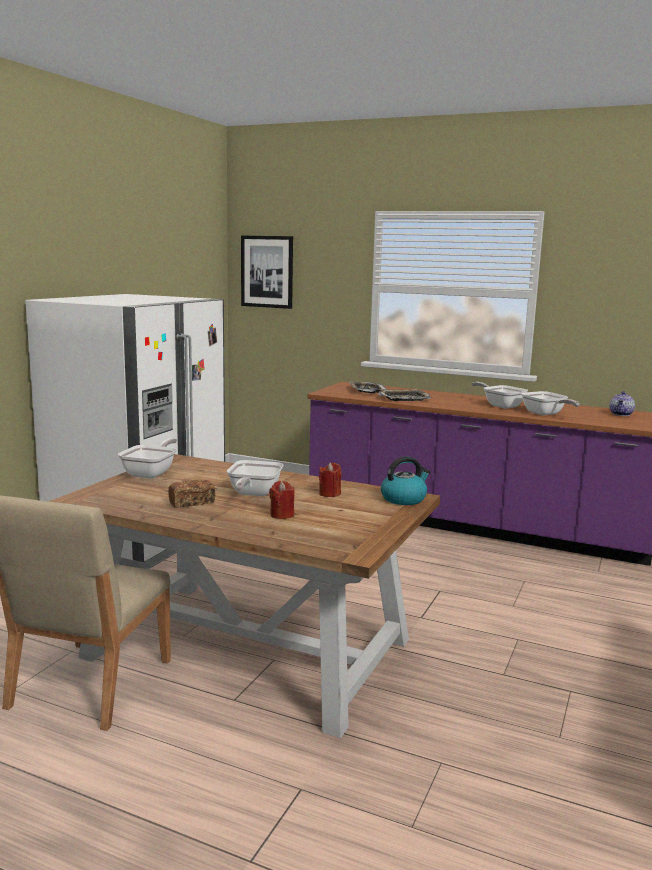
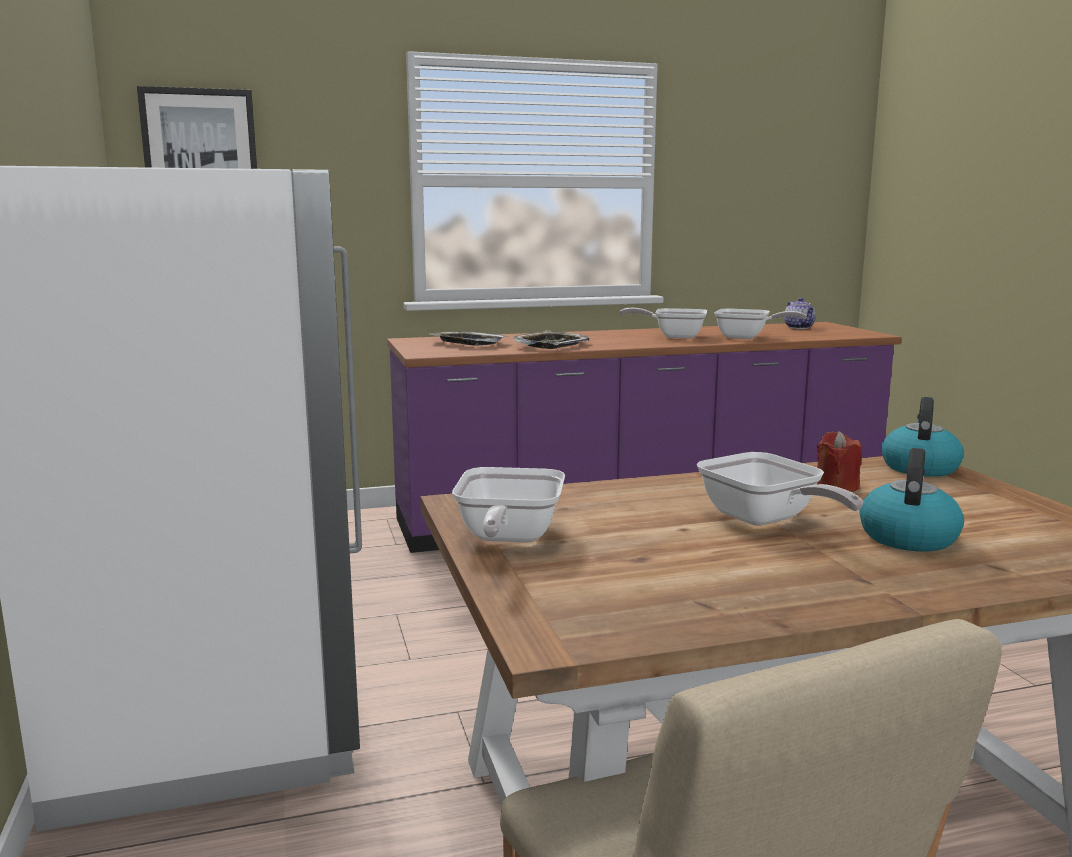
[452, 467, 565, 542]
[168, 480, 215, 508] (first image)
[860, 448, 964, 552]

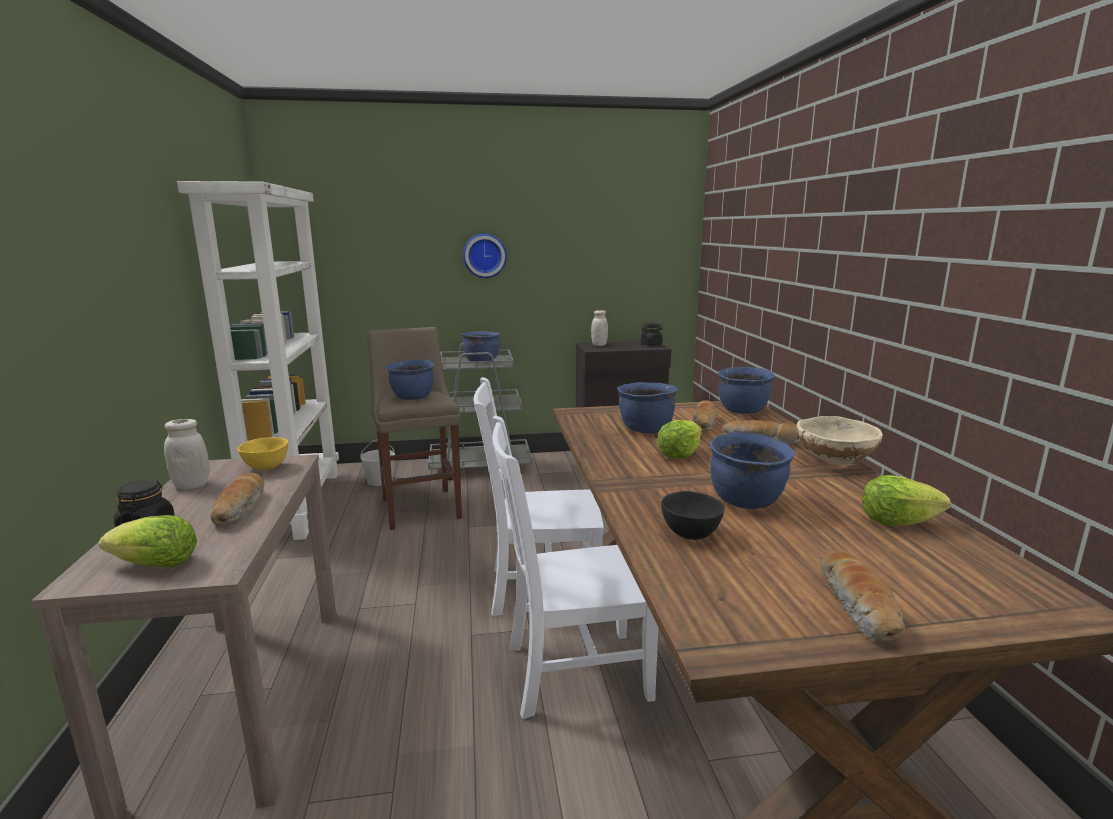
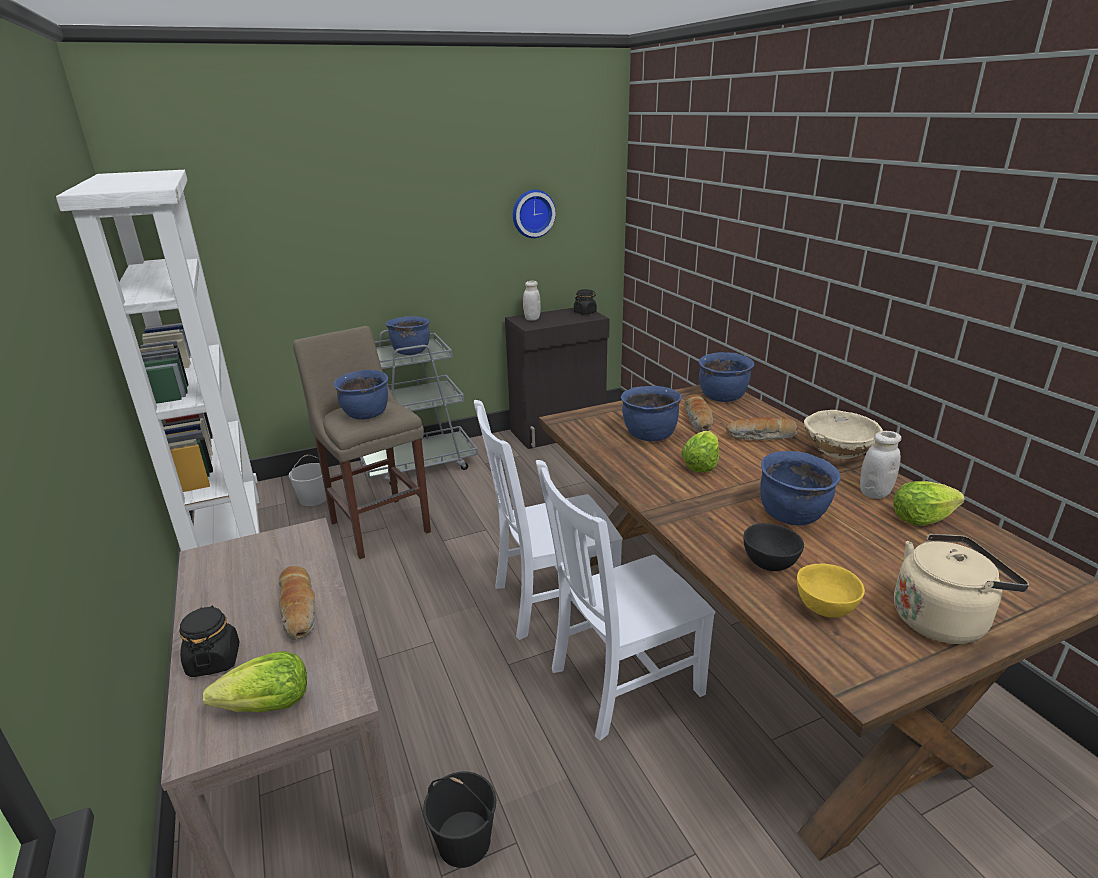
[860, 431, 901, 499]
[797, 564, 865, 618]
[513, 190, 556, 238]
[894, 534, 1029, 644]
[423, 772, 496, 868]

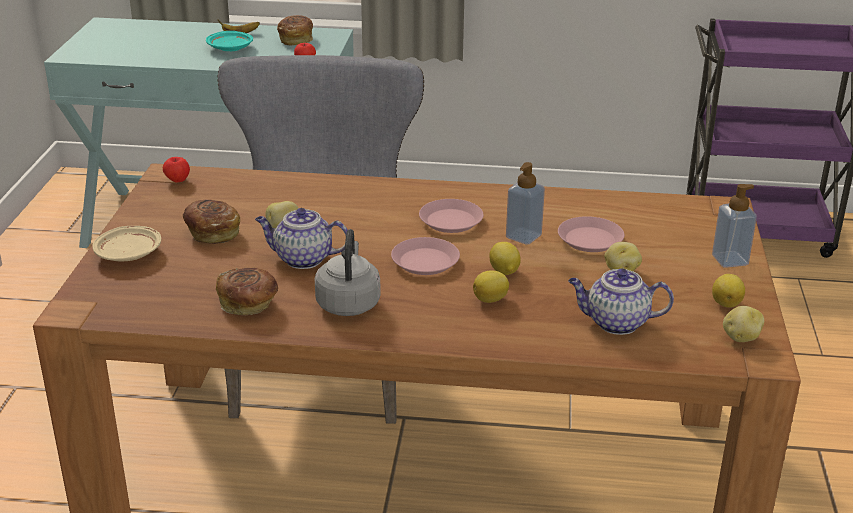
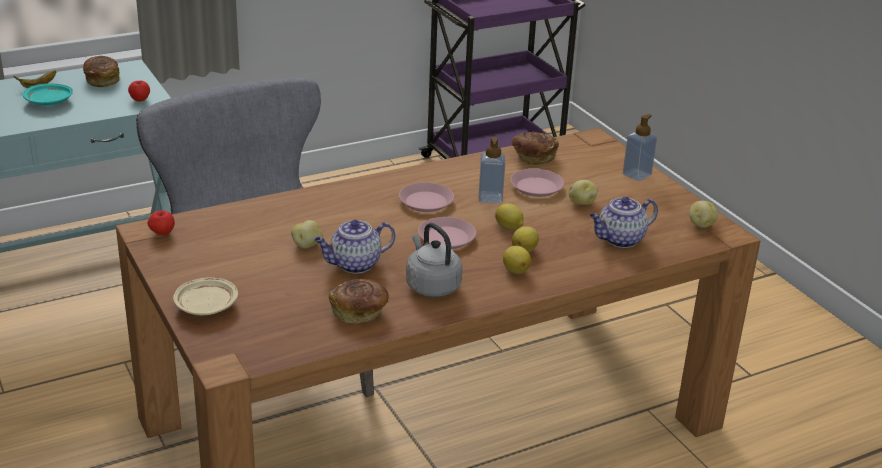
[512, 132, 559, 165]
[503, 246, 531, 274]

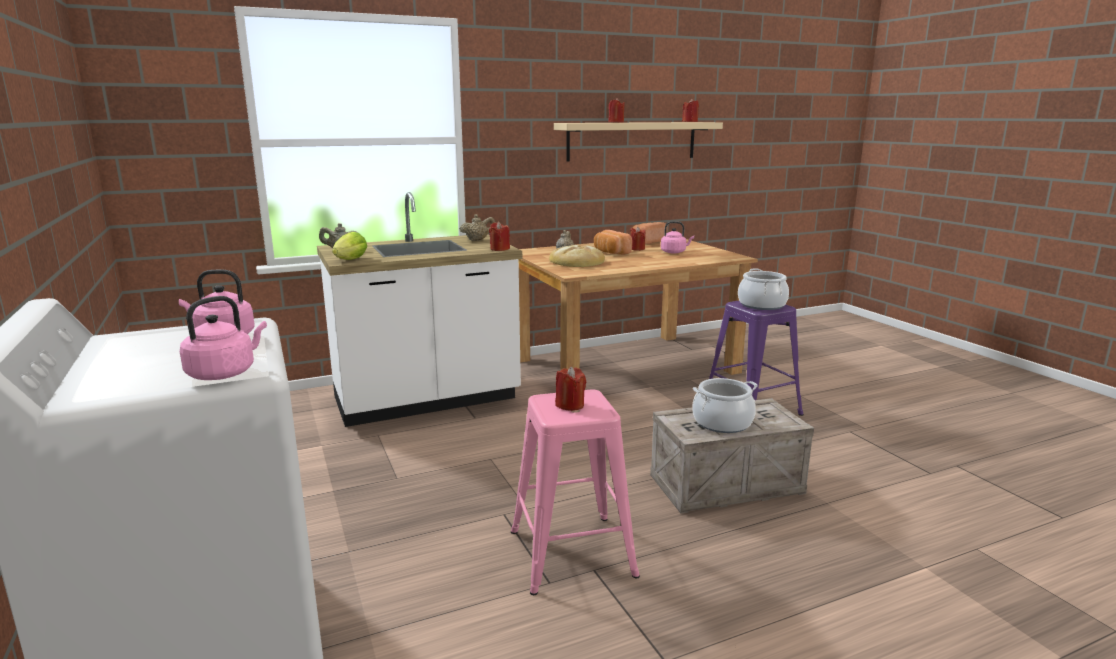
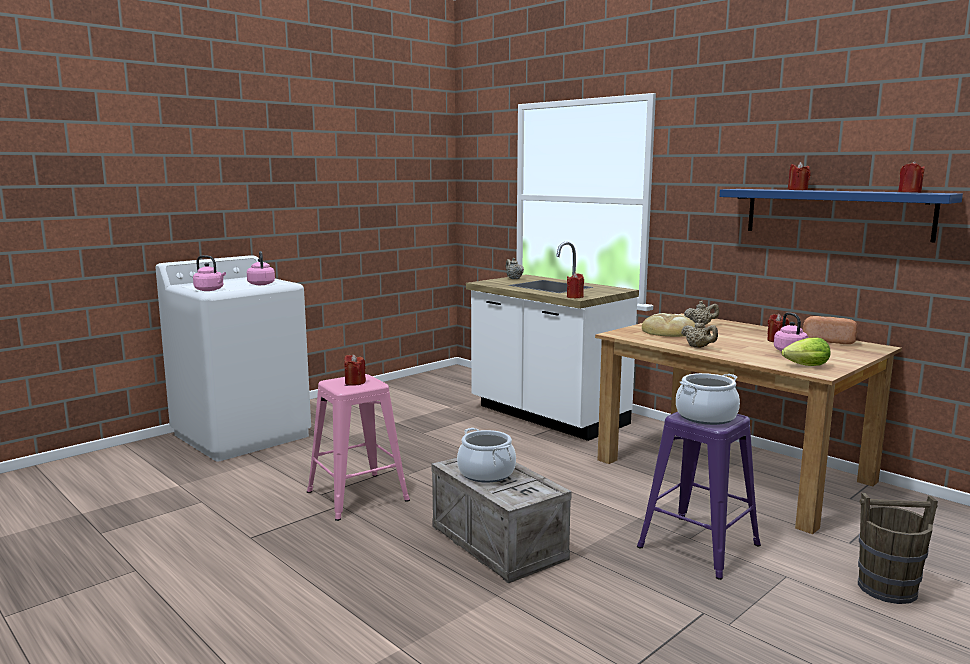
[782, 338, 830, 366]
[681, 319, 718, 348]
[719, 189, 963, 243]
[594, 230, 632, 255] (first image)
[858, 493, 938, 604]

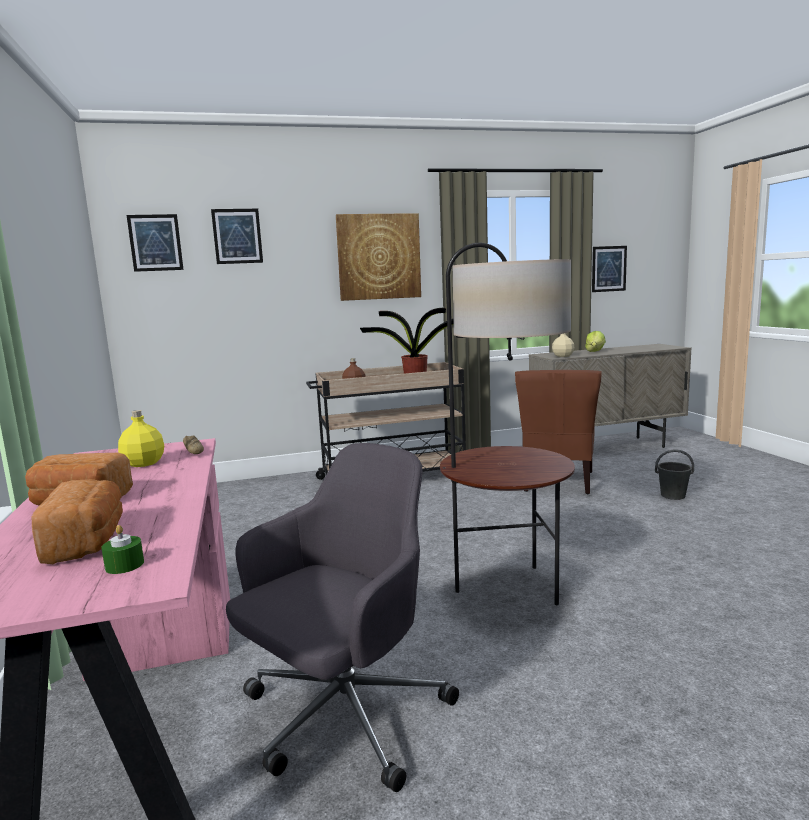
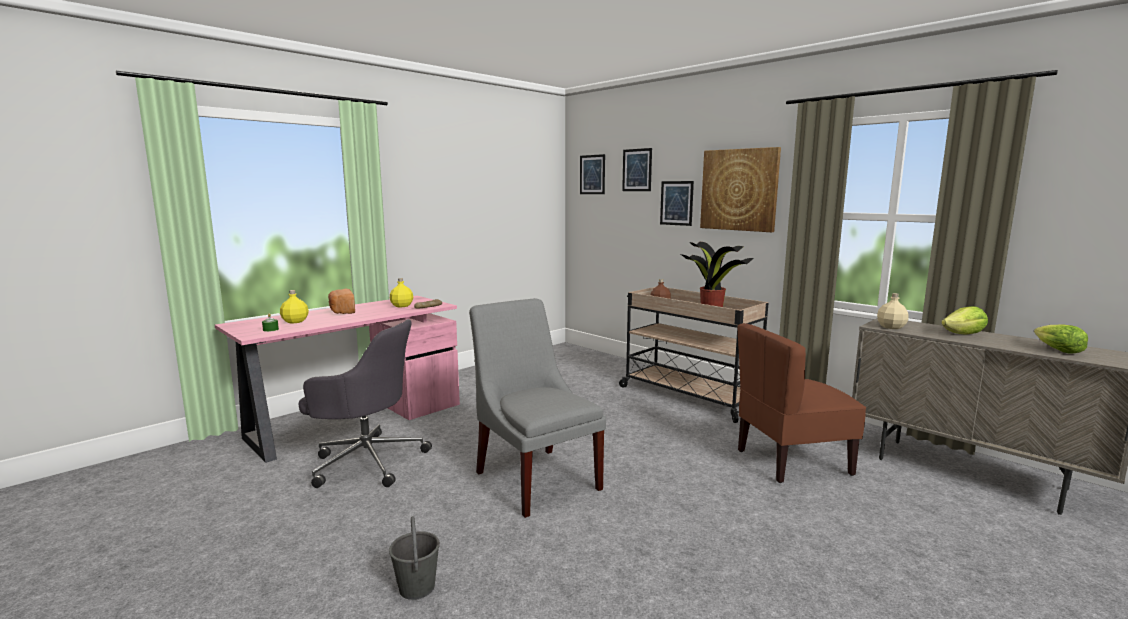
[280, 290, 309, 323]
[469, 298, 606, 518]
[660, 181, 694, 226]
[389, 516, 440, 600]
[1034, 324, 1088, 354]

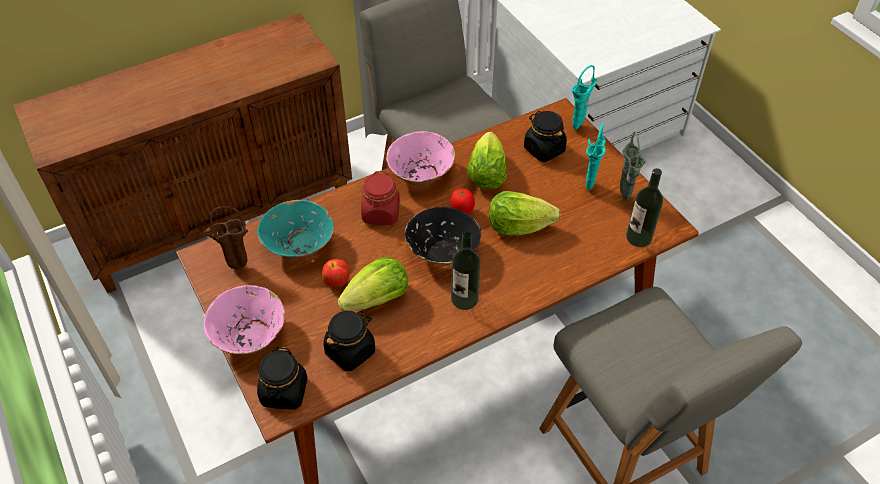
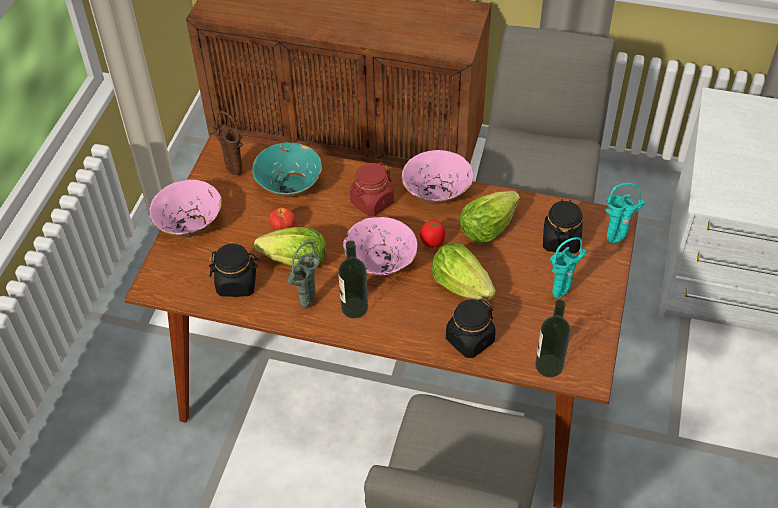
[446, 299, 496, 358]
[343, 217, 418, 275]
[287, 241, 320, 309]

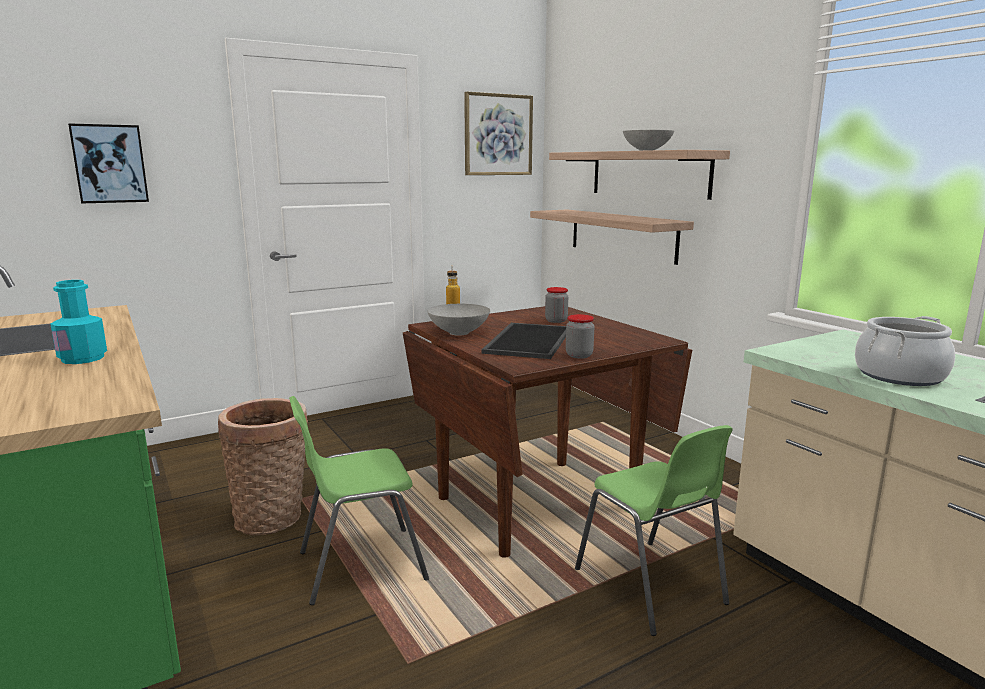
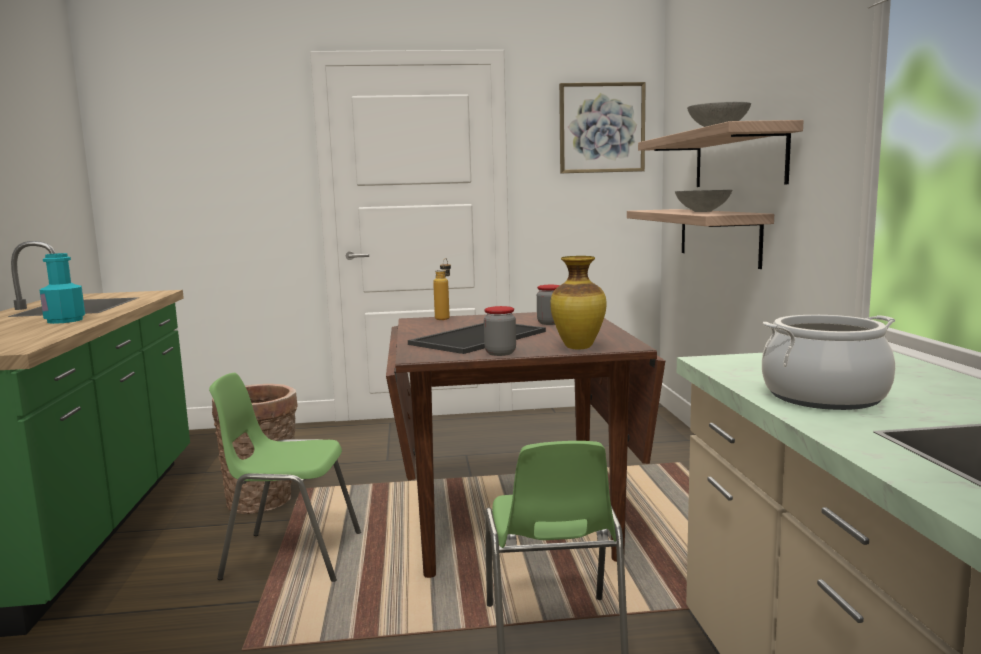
[68, 123, 149, 203] (first image)
[675, 190, 732, 212]
[550, 256, 606, 350]

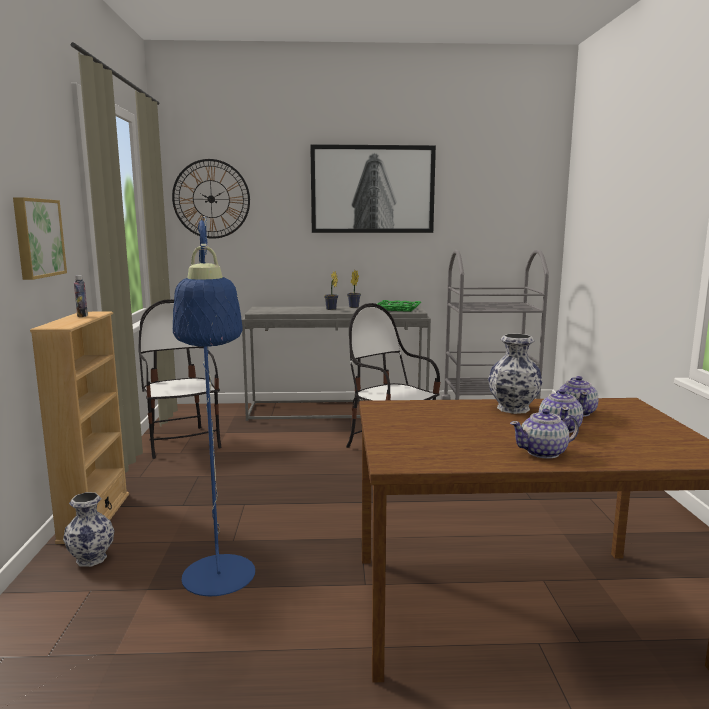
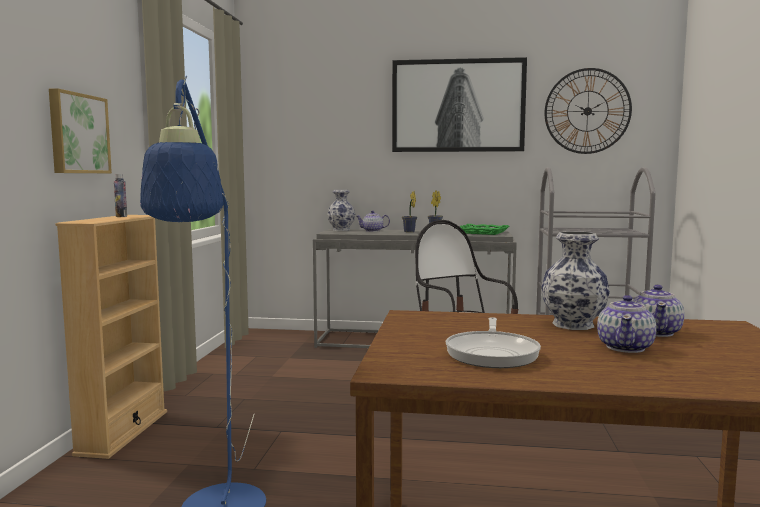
[327, 190, 355, 231]
[139, 299, 222, 459] (first image)
[544, 68, 632, 154]
[356, 211, 390, 232]
[446, 317, 541, 368]

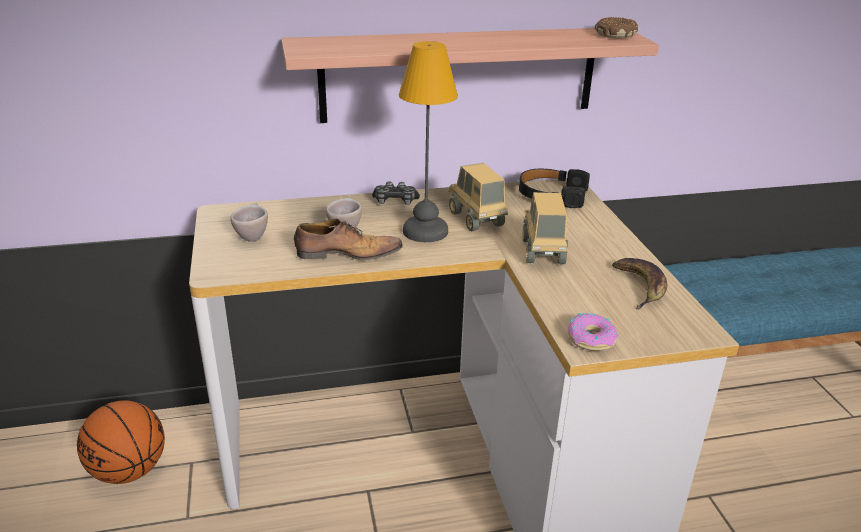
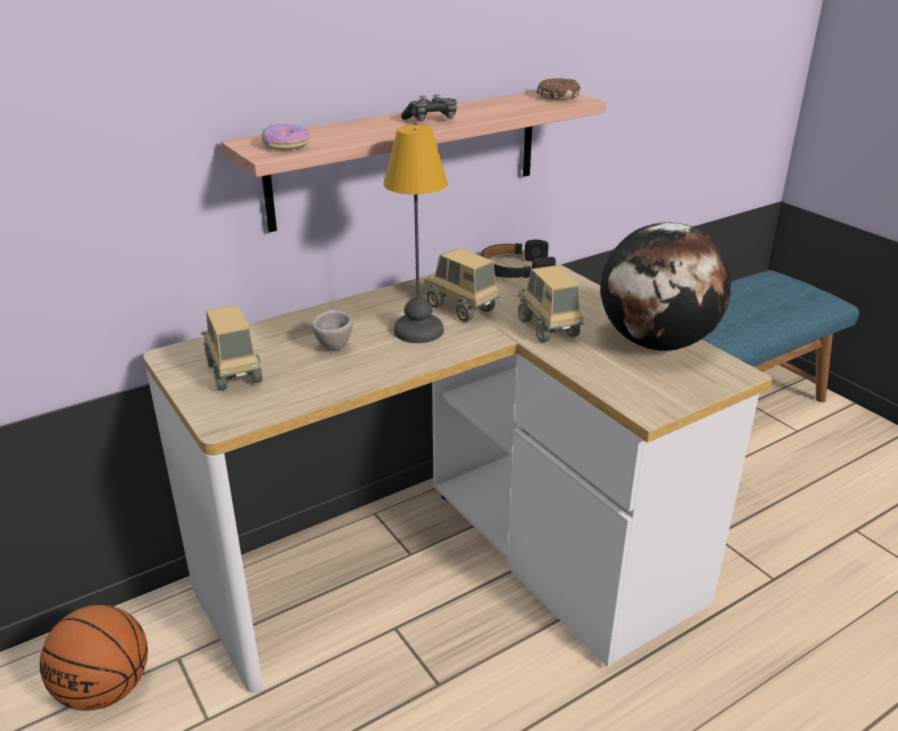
[201, 304, 263, 391]
[294, 219, 403, 260] (first image)
[401, 94, 457, 121]
[262, 124, 310, 150]
[600, 222, 731, 351]

